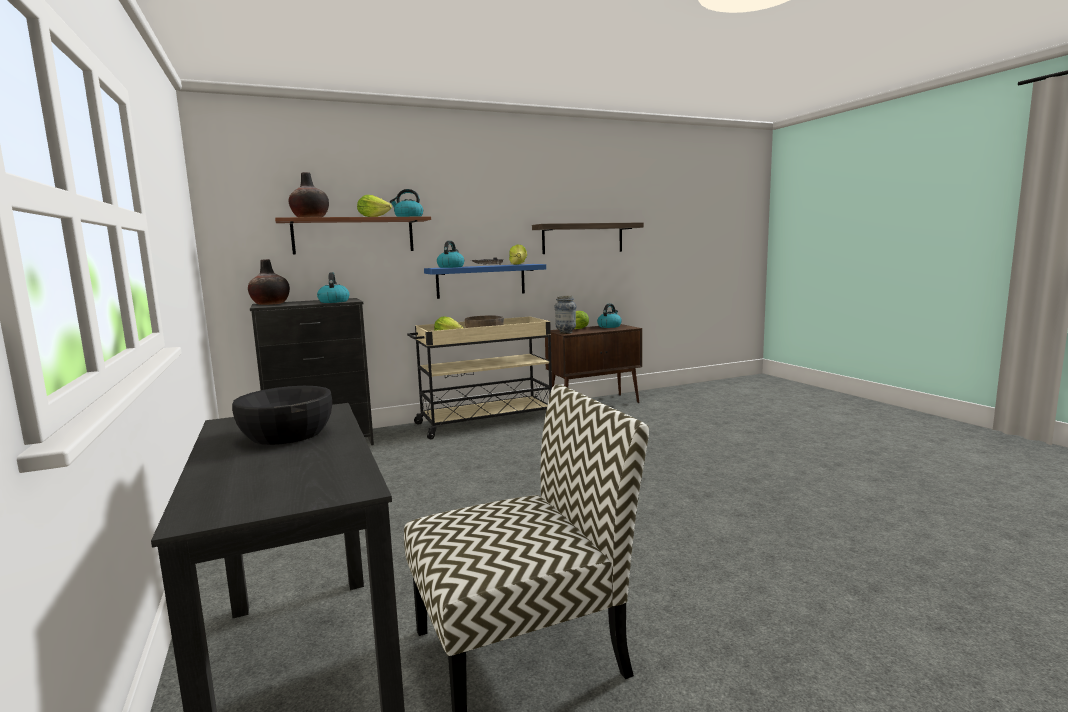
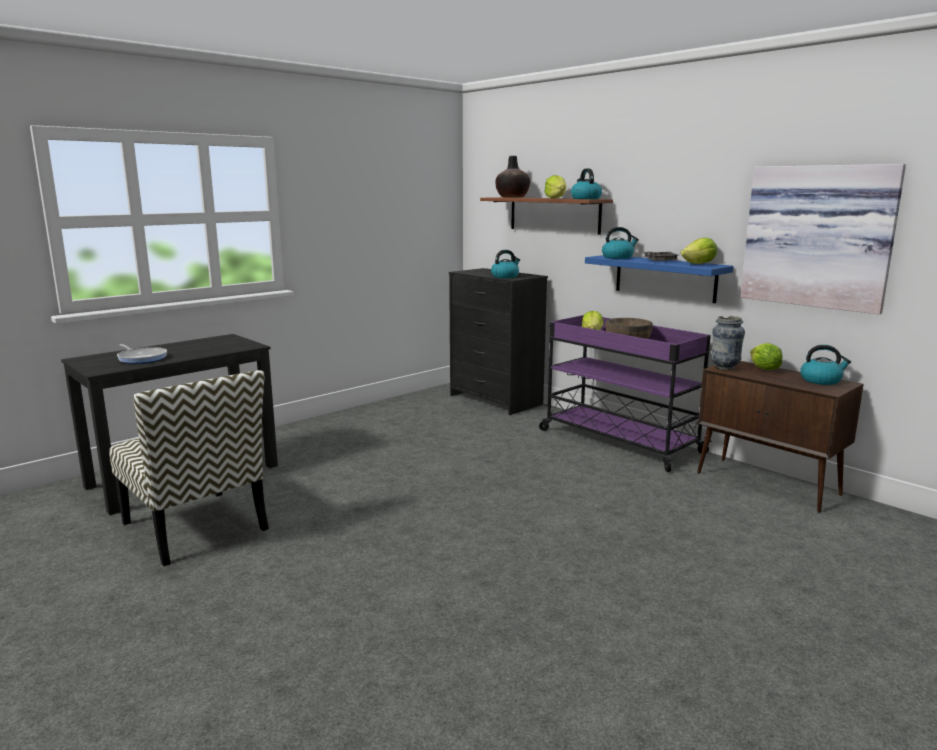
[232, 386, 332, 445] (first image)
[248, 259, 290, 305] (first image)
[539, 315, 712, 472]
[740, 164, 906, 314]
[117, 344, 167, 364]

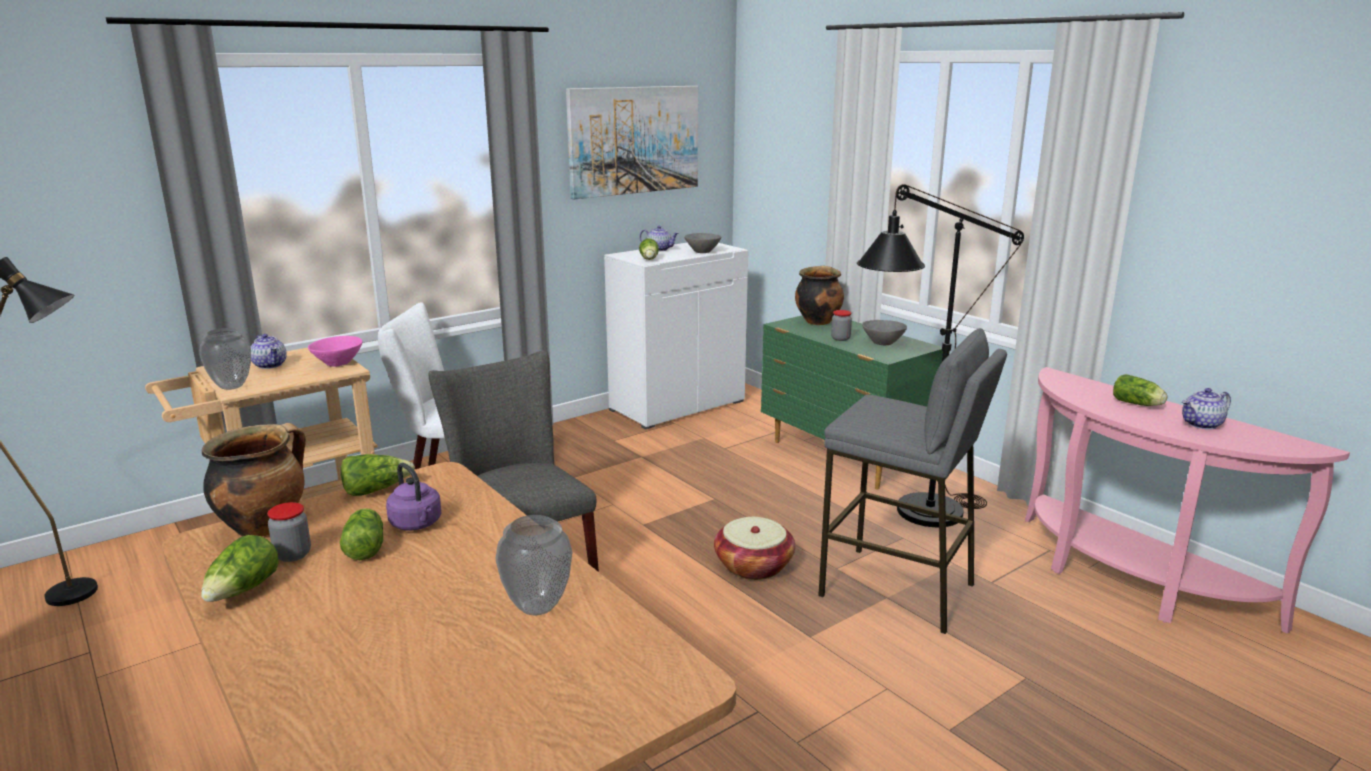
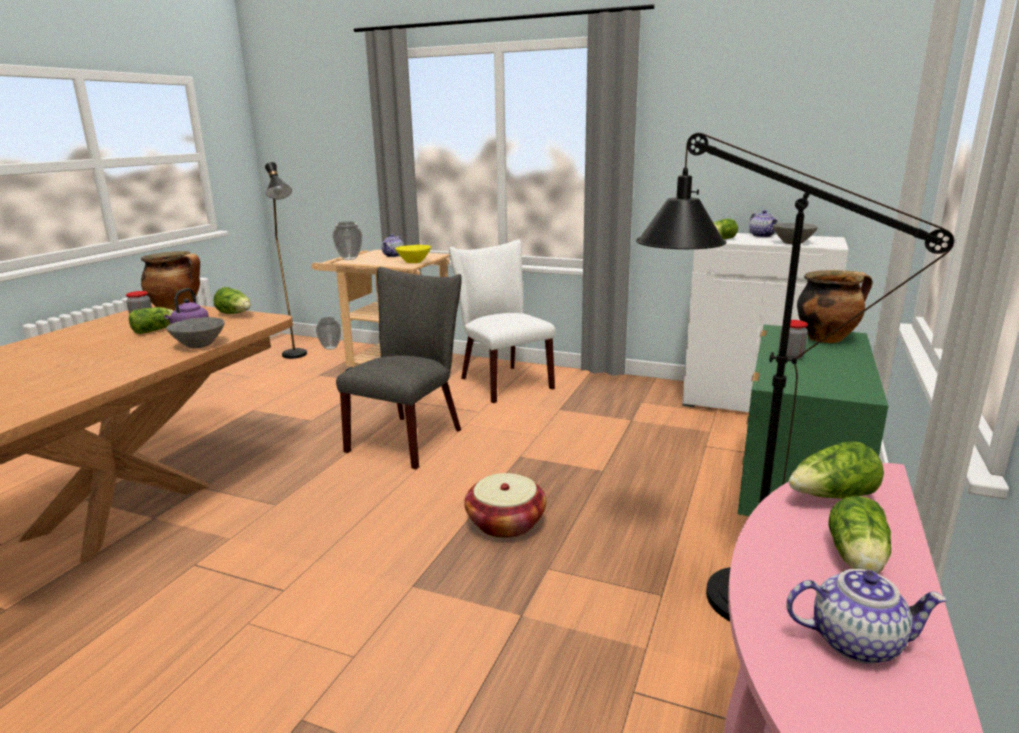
[789, 441, 884, 499]
[395, 245, 431, 263]
[316, 317, 341, 350]
[566, 86, 698, 199] (first image)
[818, 328, 1007, 634] (first image)
[166, 317, 225, 348]
[786, 569, 947, 664]

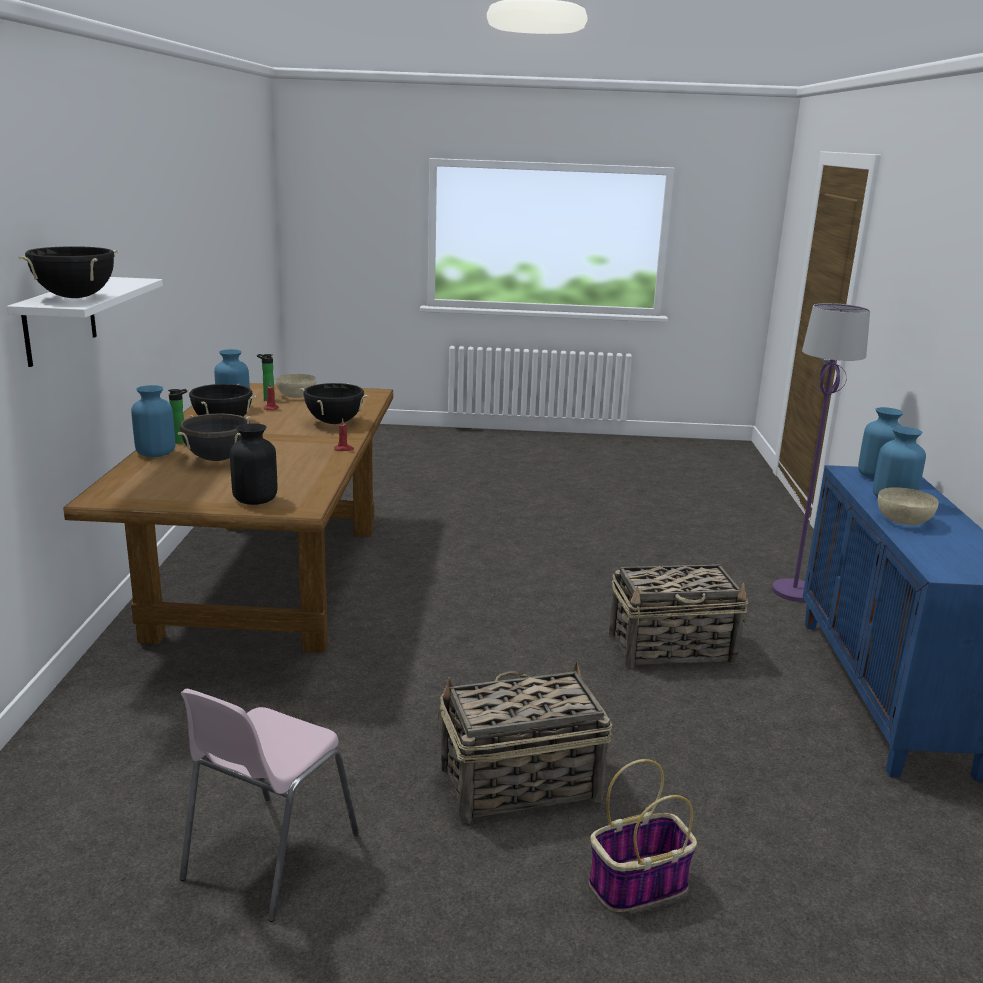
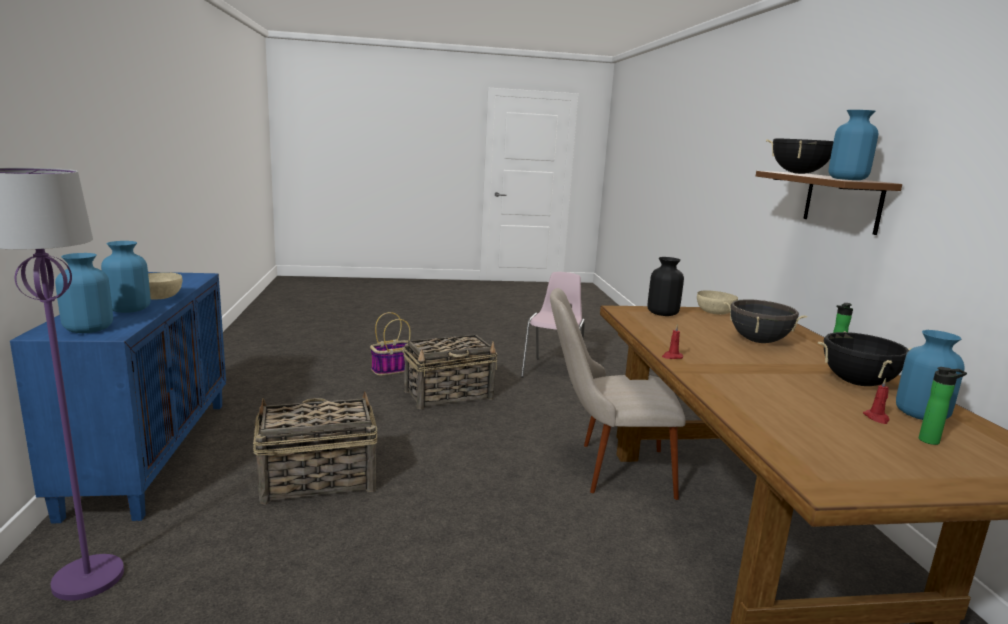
[756, 171, 902, 235]
[829, 110, 878, 180]
[697, 290, 738, 315]
[300, 383, 369, 424] (first image)
[550, 288, 686, 500]

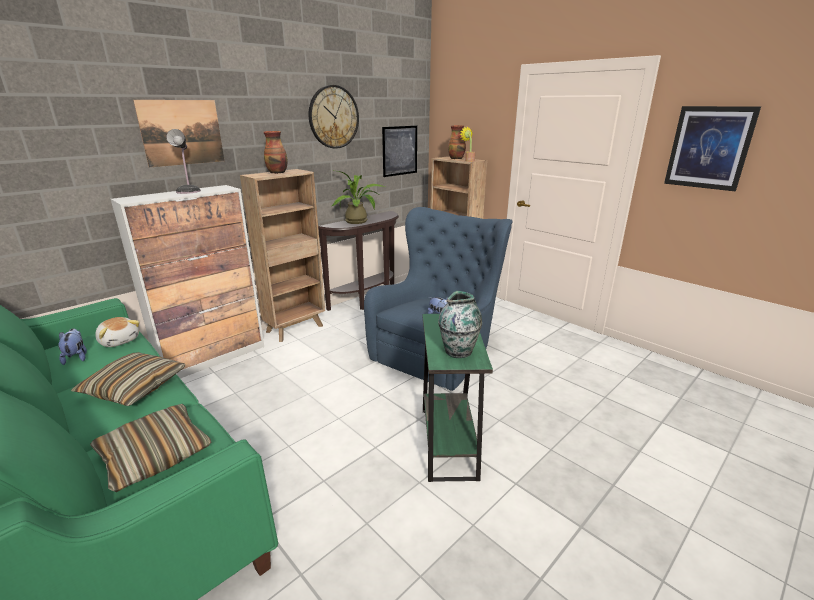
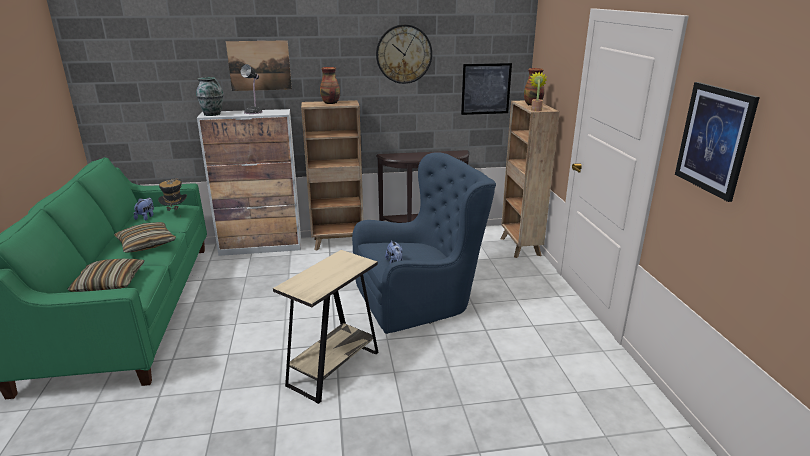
[158, 178, 187, 211]
[332, 171, 385, 224] (first image)
[273, 250, 378, 404]
[196, 77, 223, 116]

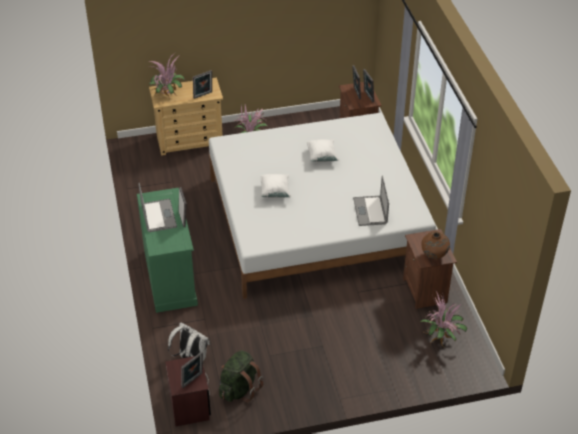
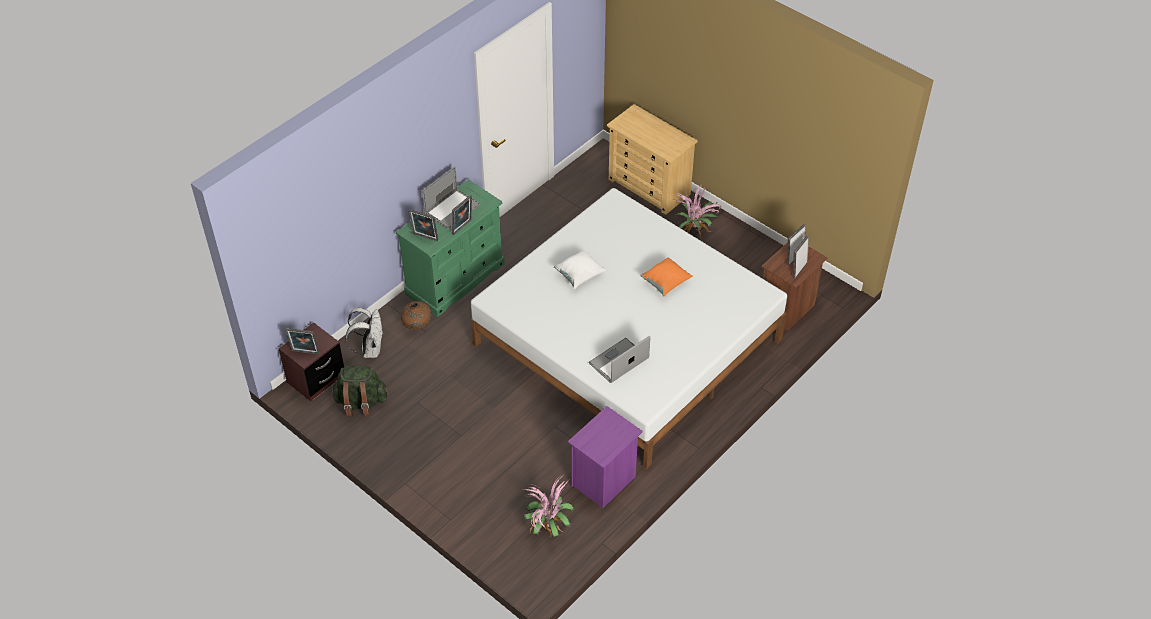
[149, 55, 185, 99] (first image)
[409, 209, 438, 241]
[640, 257, 693, 297]
[568, 406, 643, 508]
[401, 301, 431, 330]

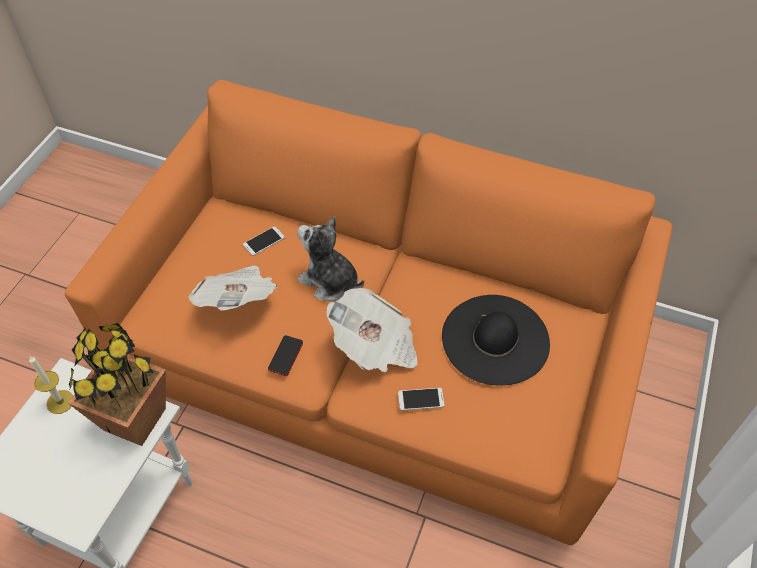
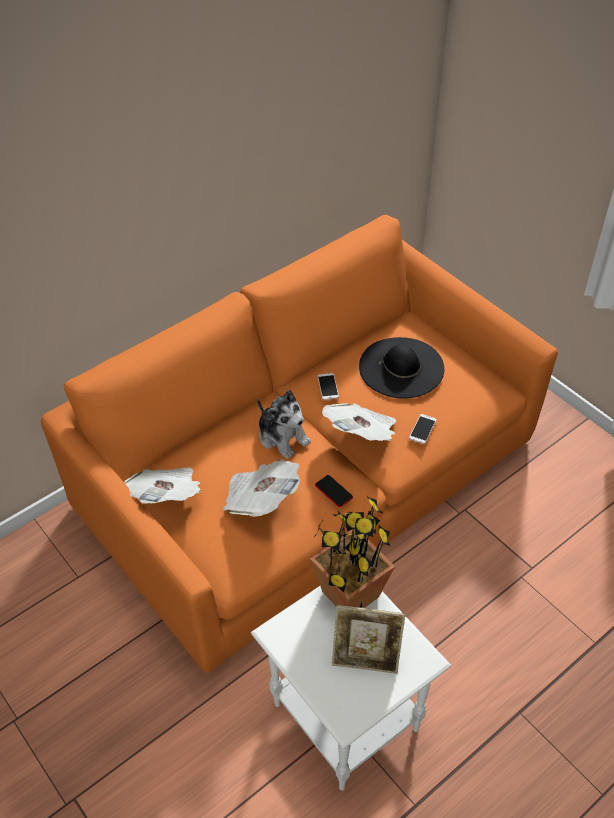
[29, 356, 73, 414] (first image)
[318, 373, 339, 400]
[257, 390, 311, 459]
[124, 467, 201, 504]
[332, 605, 406, 674]

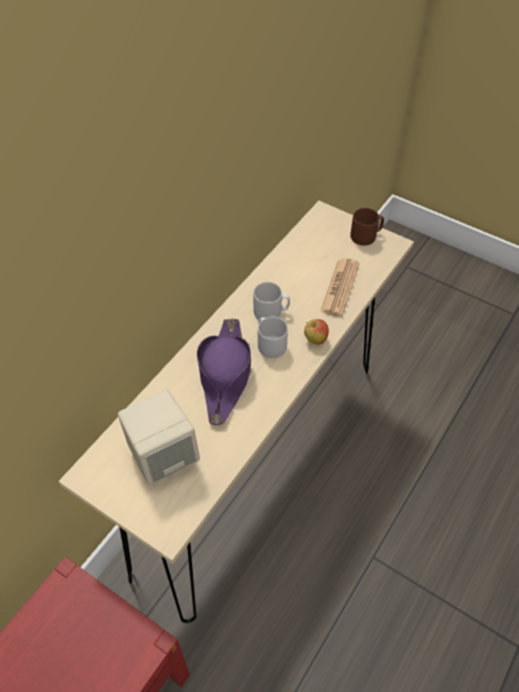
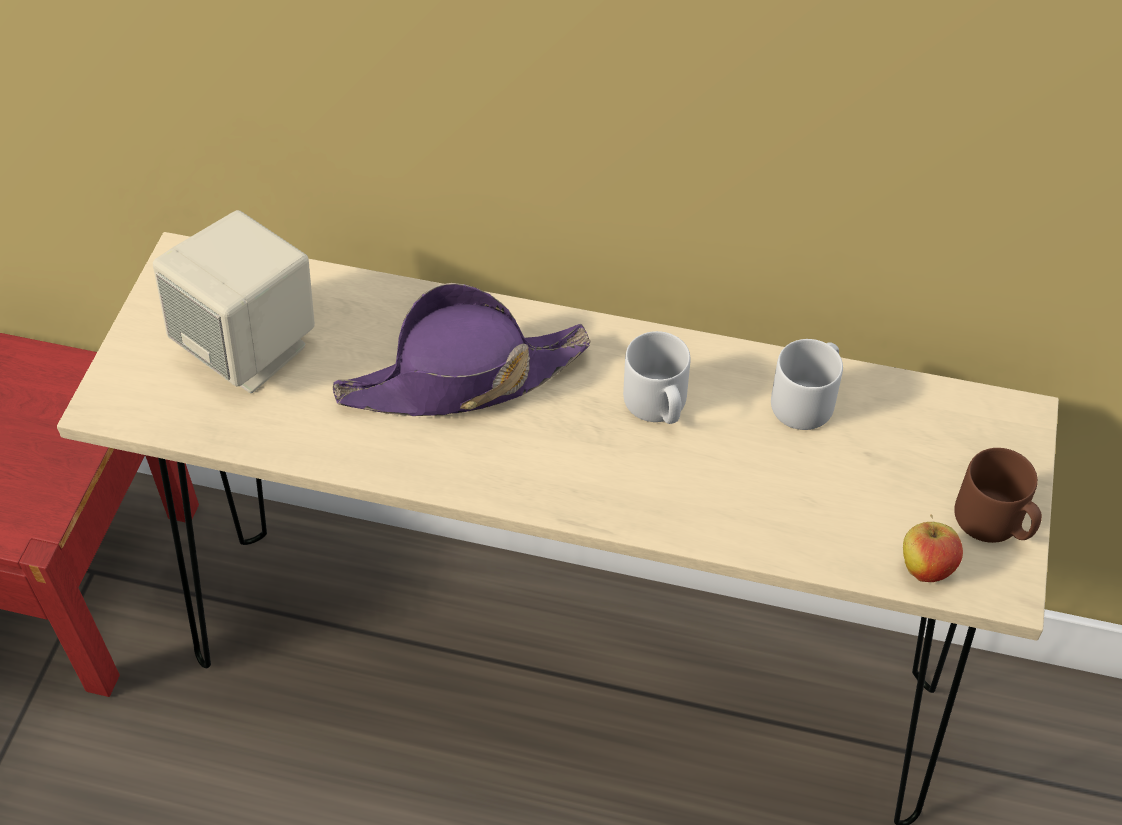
[771, 339, 843, 430]
[903, 514, 963, 582]
[320, 258, 359, 317] (first image)

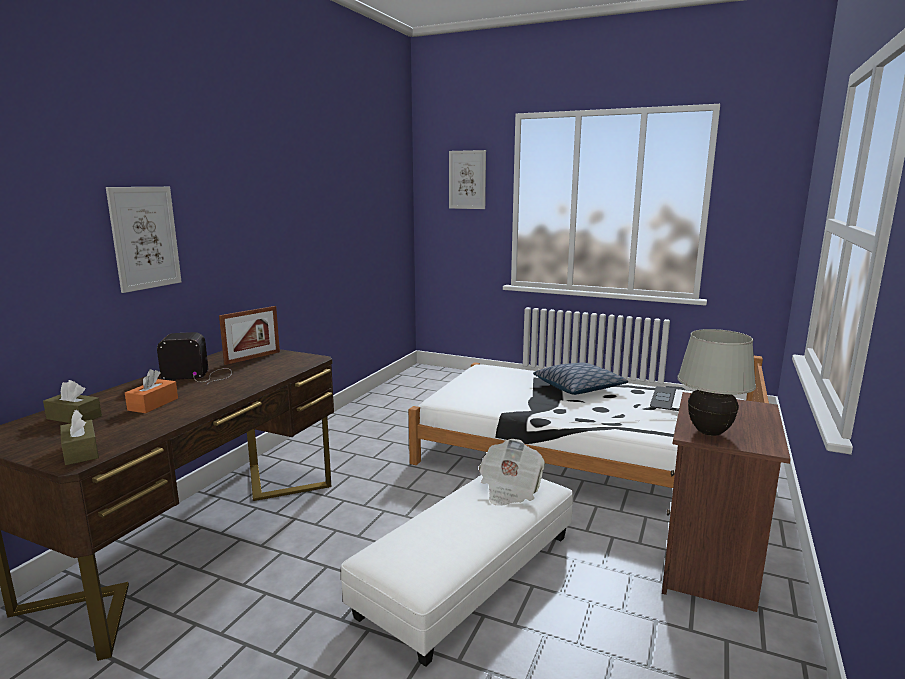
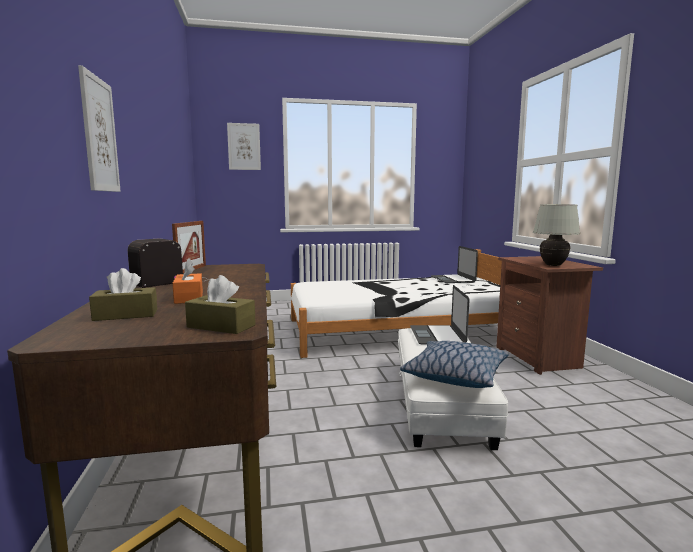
[410, 285, 469, 344]
[400, 341, 509, 388]

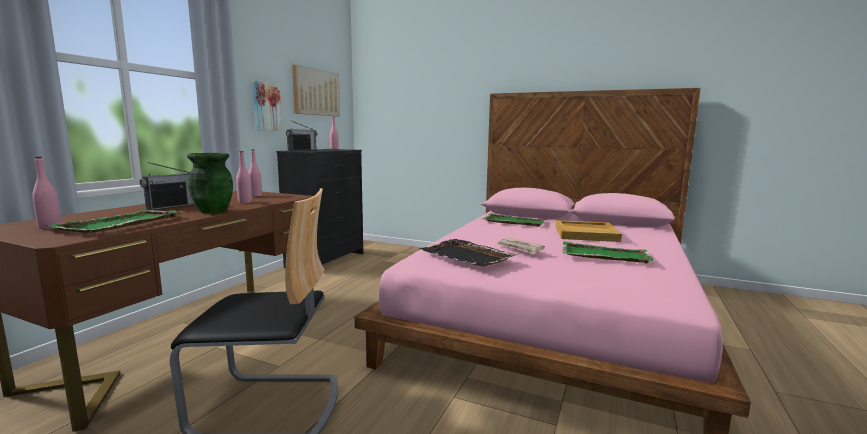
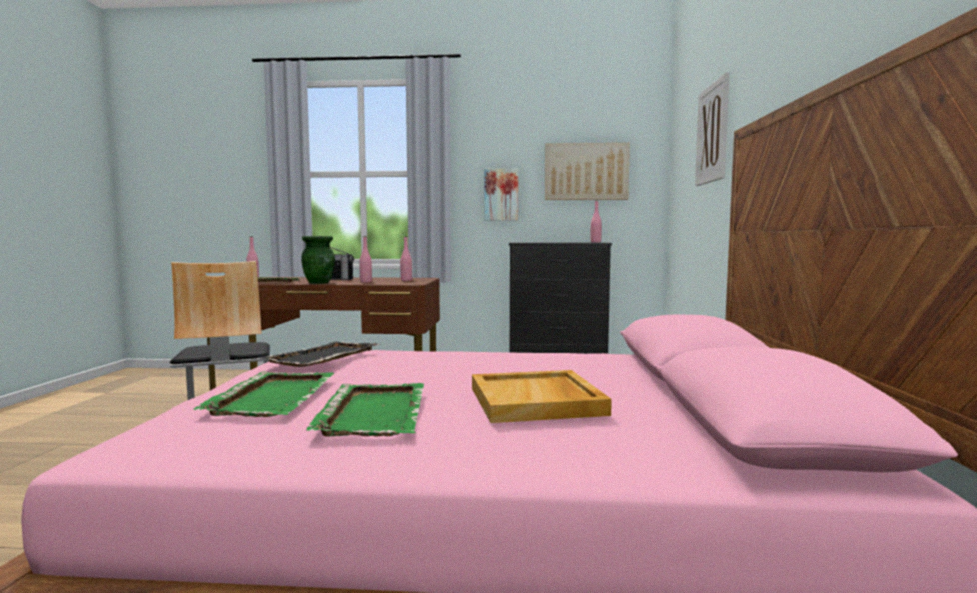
[286, 121, 317, 151] (first image)
[193, 371, 334, 417]
[498, 238, 545, 254] (first image)
[695, 72, 730, 186]

